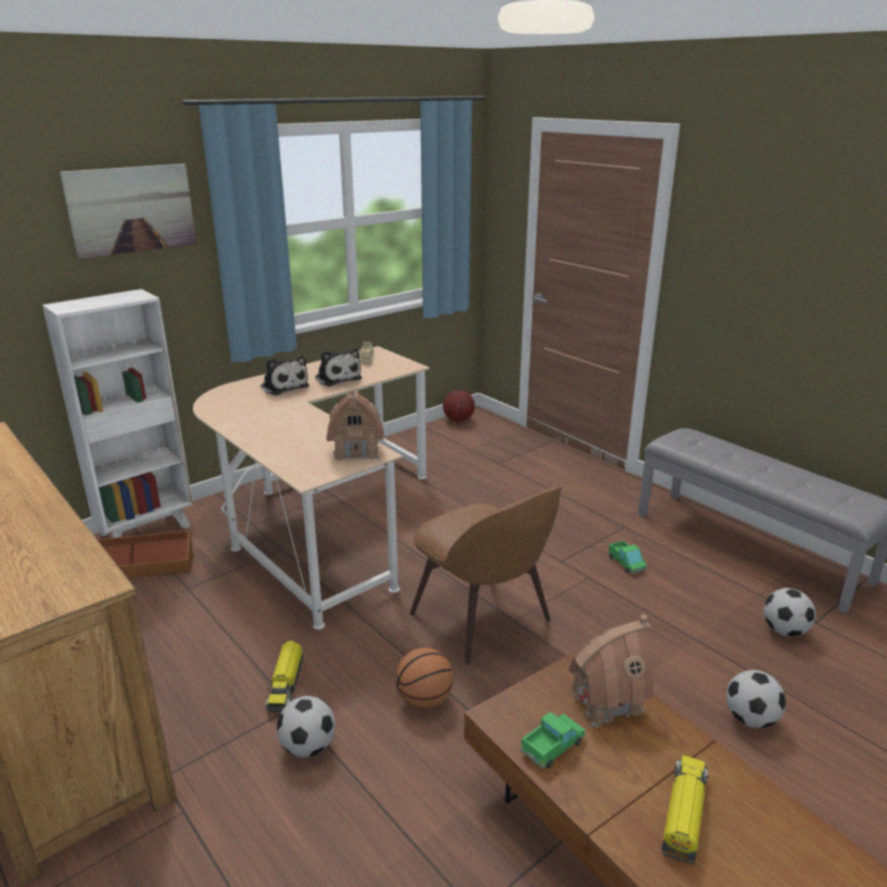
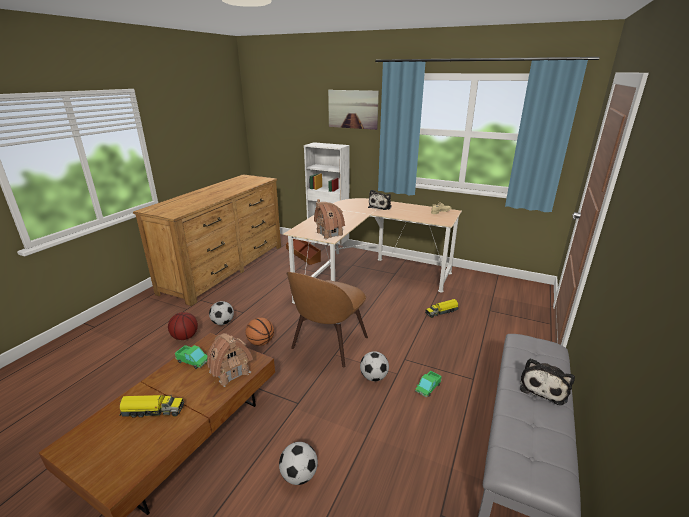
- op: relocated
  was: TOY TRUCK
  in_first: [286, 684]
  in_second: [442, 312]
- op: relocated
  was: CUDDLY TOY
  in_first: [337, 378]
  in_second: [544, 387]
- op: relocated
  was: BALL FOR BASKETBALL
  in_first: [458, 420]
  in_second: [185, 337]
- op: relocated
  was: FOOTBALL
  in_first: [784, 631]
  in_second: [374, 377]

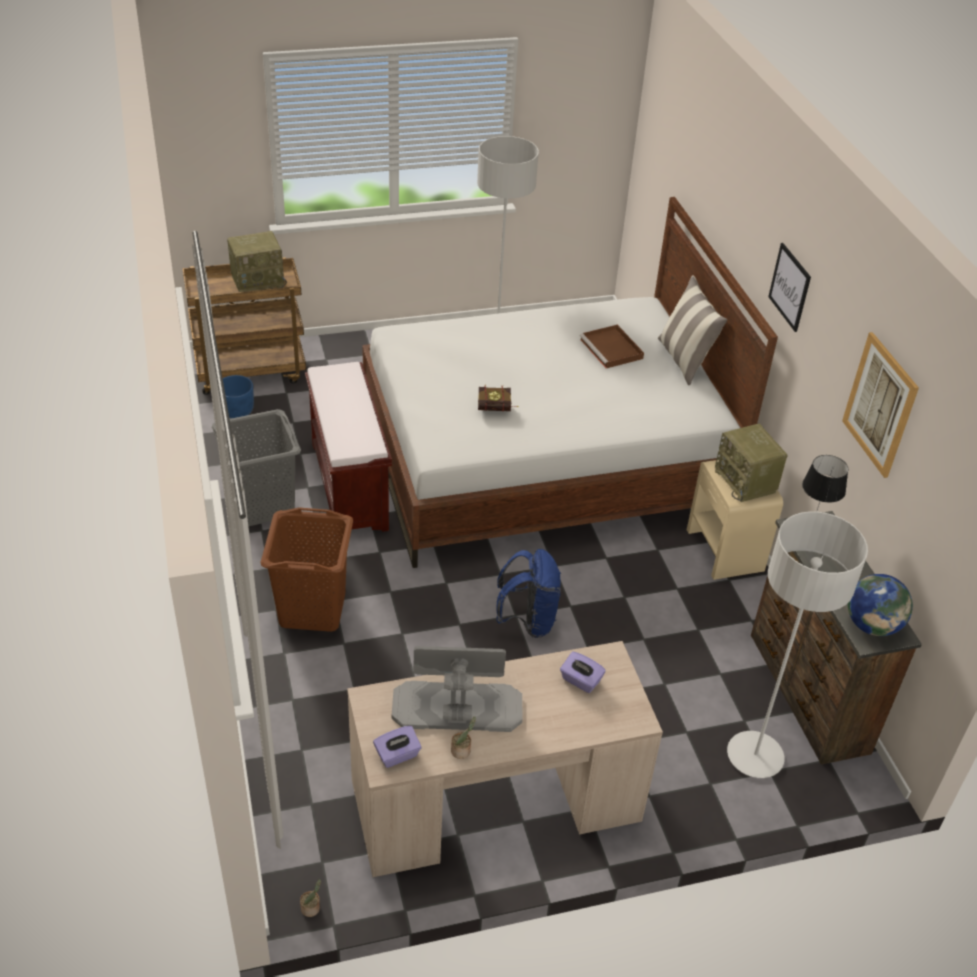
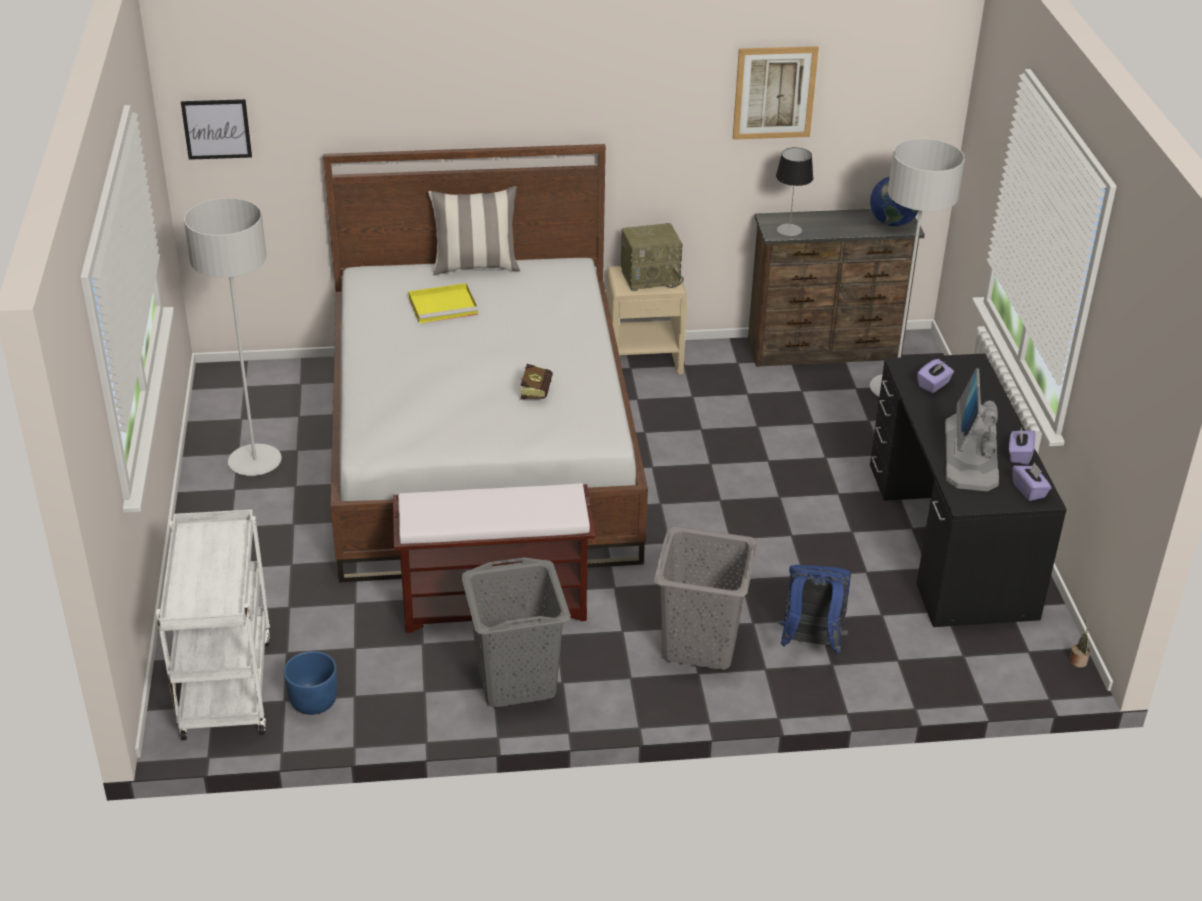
- op: colour
  was: BROWNISH TROLLEY
  now: WHITE TROLLEY
  in_first: [251, 372]
  in_second: [225, 686]
- op: missing
  was: RADIO
  in_first: [258, 281]
- op: colour
  was: BROWNISH LAUNDRY BASKET
  now: GREY LAUNDRY BASKET
  in_first: [313, 608]
  in_second: [699, 643]
- op: colour
  was: SAND-COLOURED DESK UNIT
  now: BLACKISH DESK UNIT
  in_first: [494, 799]
  in_second: [949, 538]
- op: exchanged
  was: HOUSEPLANT
  now: PURPLE BOX OF TISSUES
  in_first: [462, 751]
  in_second: [1019, 455]
- op: relocated
  was: BLUE-COLOURED KNAPSACK
  in_first: [528, 621]
  in_second: [810, 644]
- op: colour
  was: BROWNISH CARRYING TRAY
  now: YELLOWISH CARRYING TRAY
  in_first: [612, 349]
  in_second: [444, 306]
- op: relocated
  was: WALL PICTURE
  in_first: [790, 287]
  in_second: [216, 129]

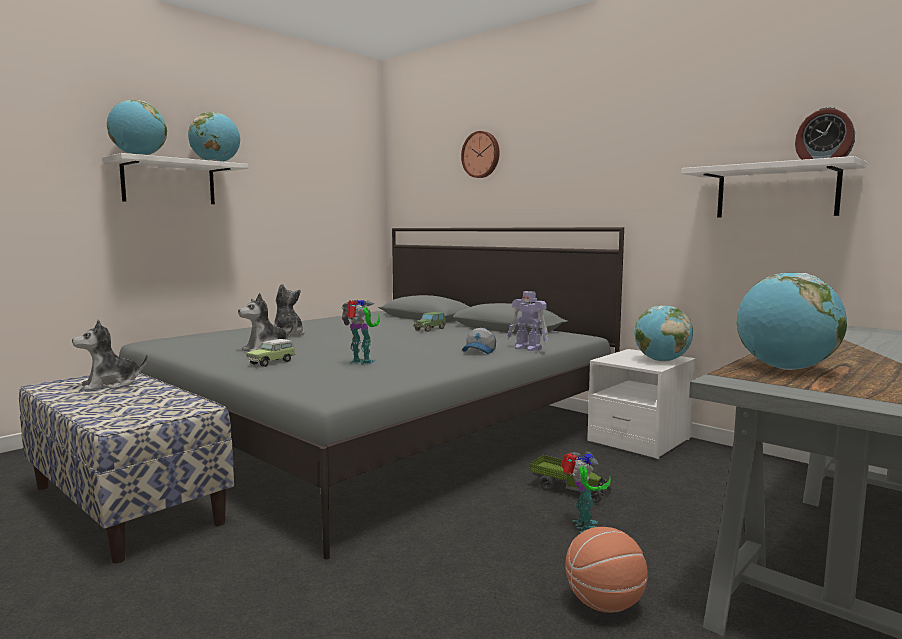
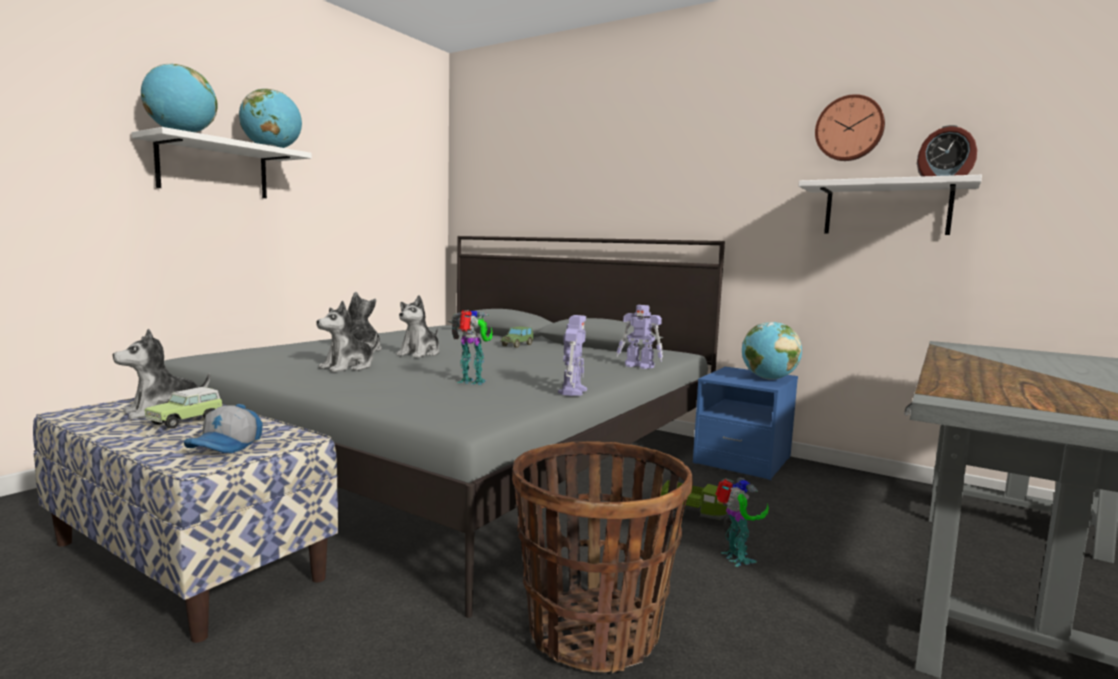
- op: relocated
  was: MODEL CAR
  in_first: [272, 362]
  in_second: [188, 420]
- op: relocated
  was: CLOCK ON THE WALL
  in_first: [481, 154]
  in_second: [849, 129]
- op: relocated
  was: BASEBALL CAP
  in_first: [480, 351]
  in_second: [226, 446]
- op: missing
  was: BALL FOR BASKETBALL
  in_first: [604, 604]
- op: colour
  was: WHITE NIGHT TABLE
  now: BLUE-COLOURED NIGHT TABLE
  in_first: [639, 440]
  in_second: [742, 461]
- op: missing
  was: GLOBE
  in_first: [785, 369]
- op: appeared
  now: CUDDLY TOY
  in_second: [420, 354]
- op: appeared
  now: STORAGE BASKET
  in_second: [593, 630]
- op: appeared
  now: MODEL ROBOT
  in_second: [573, 391]

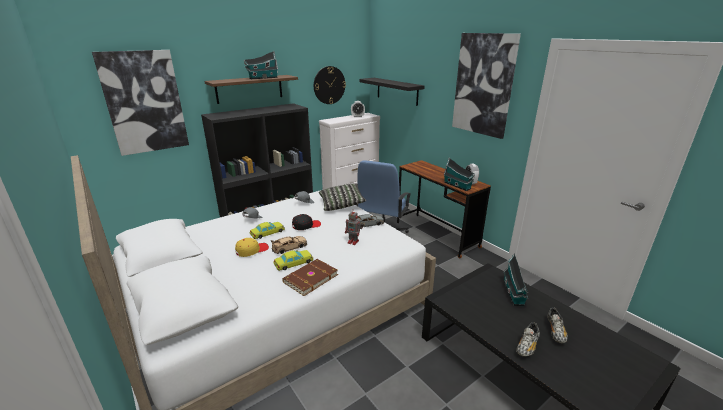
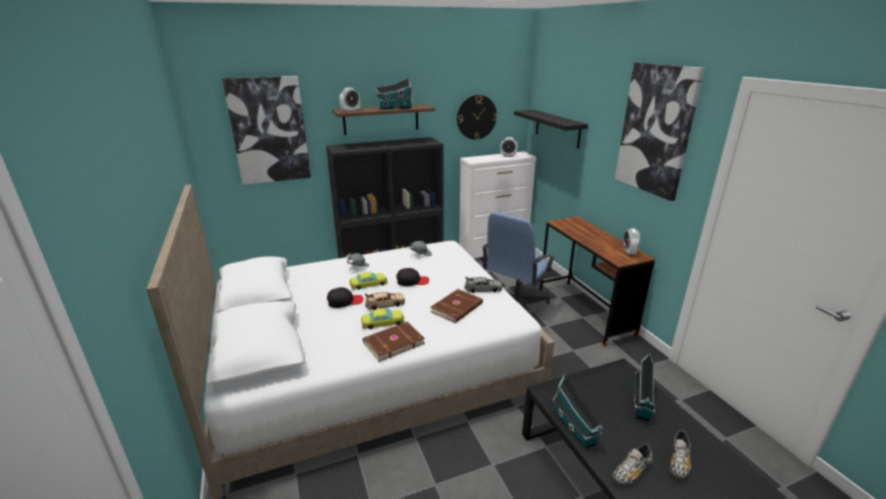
- op: colour
  was: YELLOWISH BASEBALL CAP
  now: BLACKISH BASEBALL CAP
  in_first: [252, 250]
  in_second: [345, 302]
- op: missing
  was: PILLOW
  in_first: [341, 204]
- op: exchanged
  was: MODEL ROBOT
  now: BROWNISH BOUND BOOK
  in_first: [353, 242]
  in_second: [457, 308]
- op: relocated
  was: MODEL HOUSE
  in_first: [458, 186]
  in_second: [575, 428]
- op: appeared
  now: ALARM CLOCK
  in_second: [350, 111]

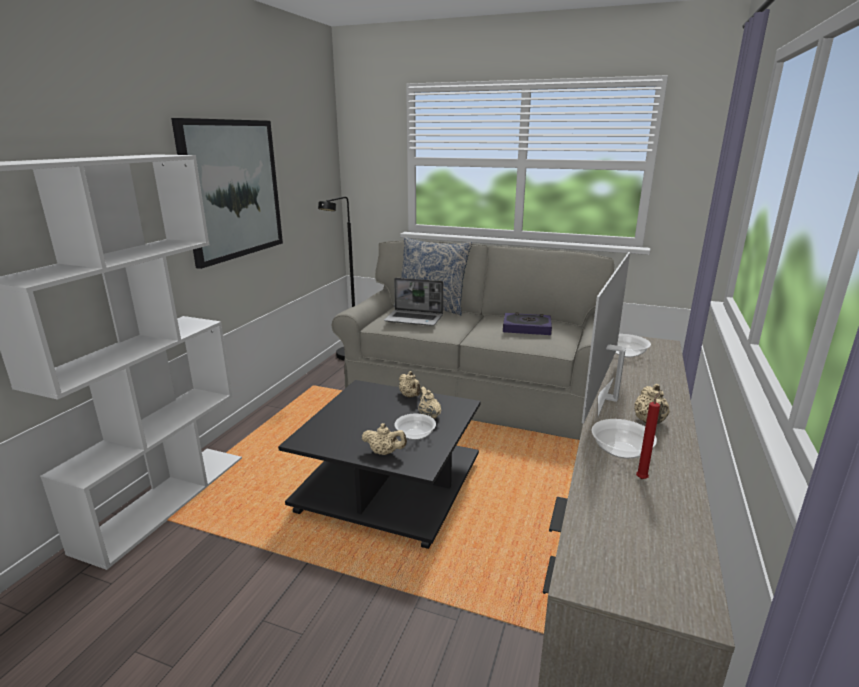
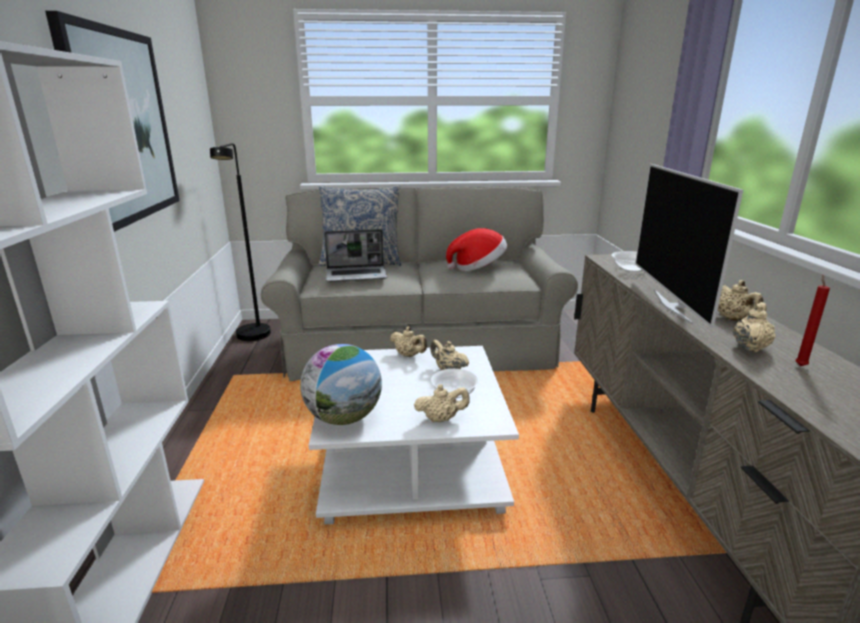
- op: colour
  was: BLACKISH COFFEE TABLE
  now: WHITE COFFEE TABLE
  in_first: [391, 486]
  in_second: [413, 461]
- op: exchanged
  was: BOUND BOOK
  now: CLOTHING HAT
  in_first: [526, 328]
  in_second: [478, 268]
- op: exchanged
  was: DEEP DISH
  now: SAND-COLOURED POT FOR TEA
  in_first: [621, 450]
  in_second: [750, 347]
- op: appeared
  now: GLOBE
  in_second: [344, 418]

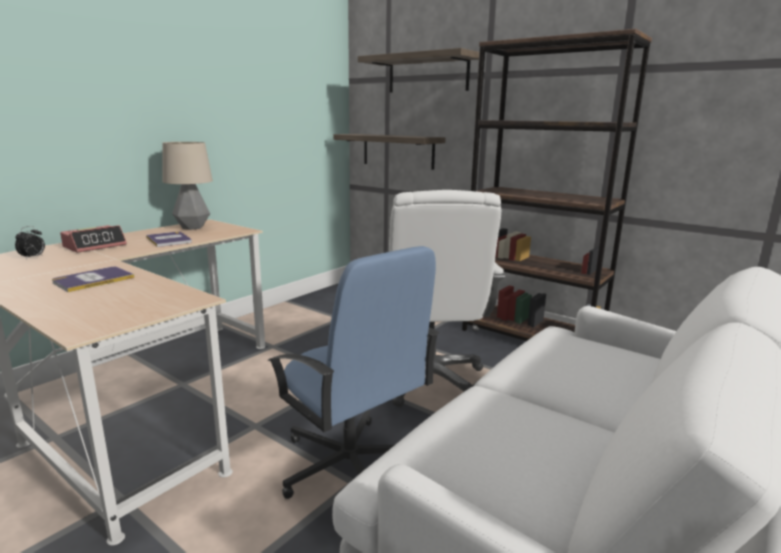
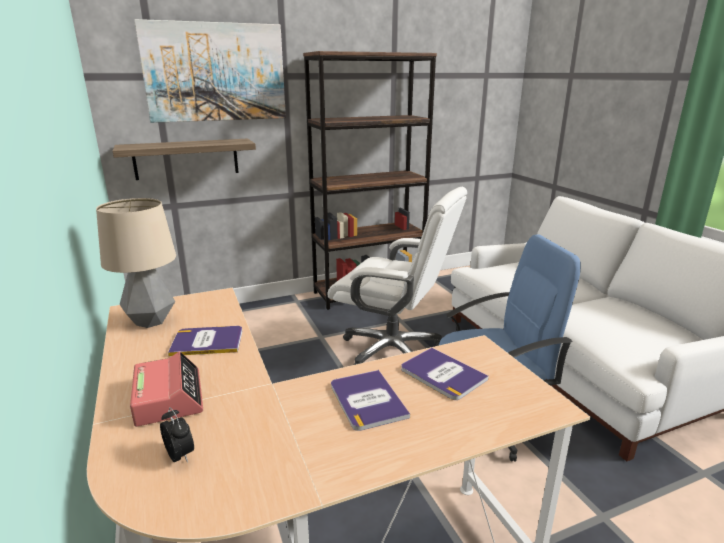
- op: exchanged
  was: SHELF
  now: WALL PICTURE
  in_first: [428, 74]
  in_second: [215, 72]
- op: appeared
  now: BOUND BOOK
  in_second: [442, 374]

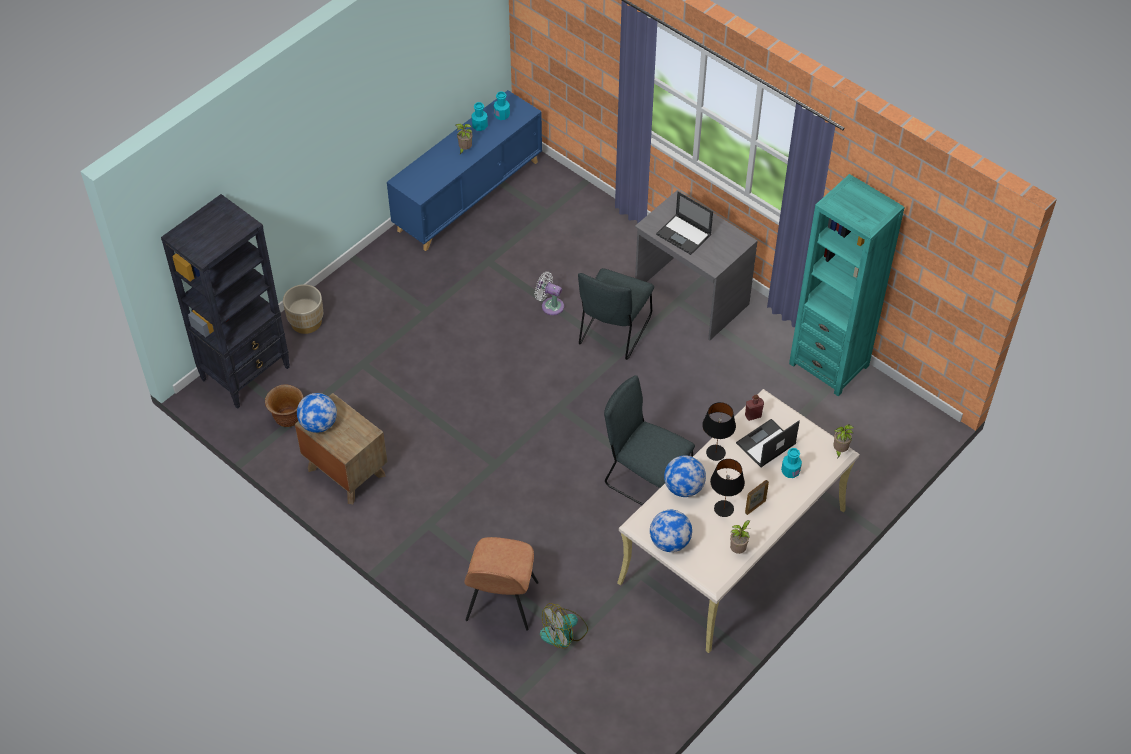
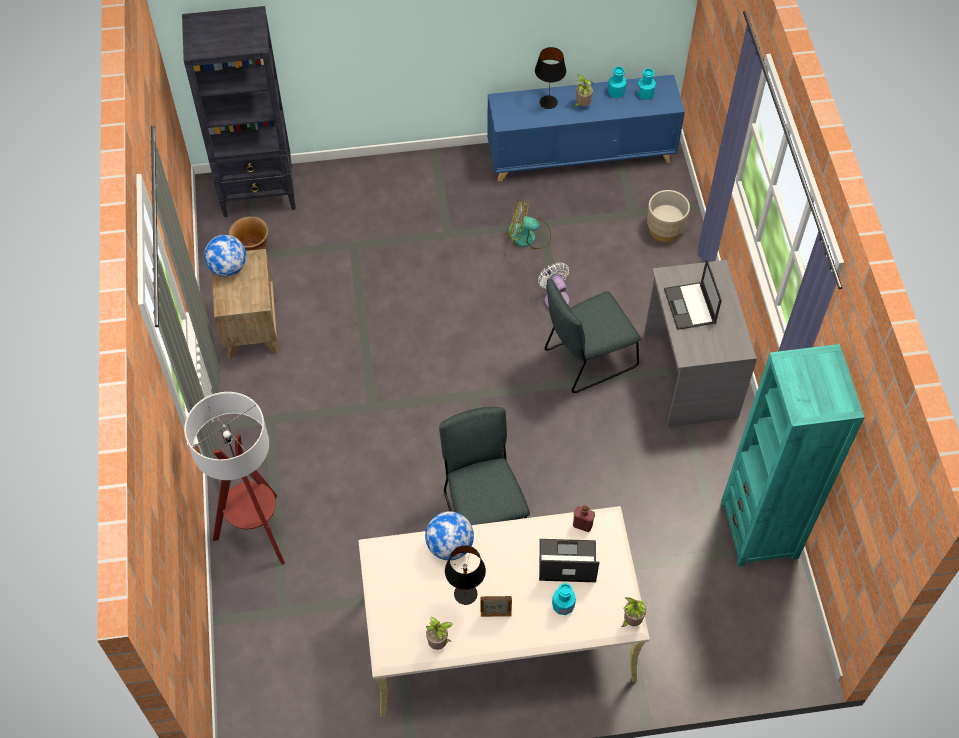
- op: relocated
  was: SAND-COLOURED PLANTER
  in_first: [306, 322]
  in_second: [664, 230]
- op: exchanged
  was: BROWNISH PLAIN CHAIR
  now: FLOOR LAMP
  in_first: [501, 603]
  in_second: [257, 532]
- op: relocated
  was: COOLING FAN
  in_first: [564, 632]
  in_second: [528, 236]
- op: missing
  was: GLOBE
  in_first: [669, 542]
- op: relocated
  was: BLACKISH TABLETOP LAMP
  in_first: [715, 452]
  in_second: [548, 102]

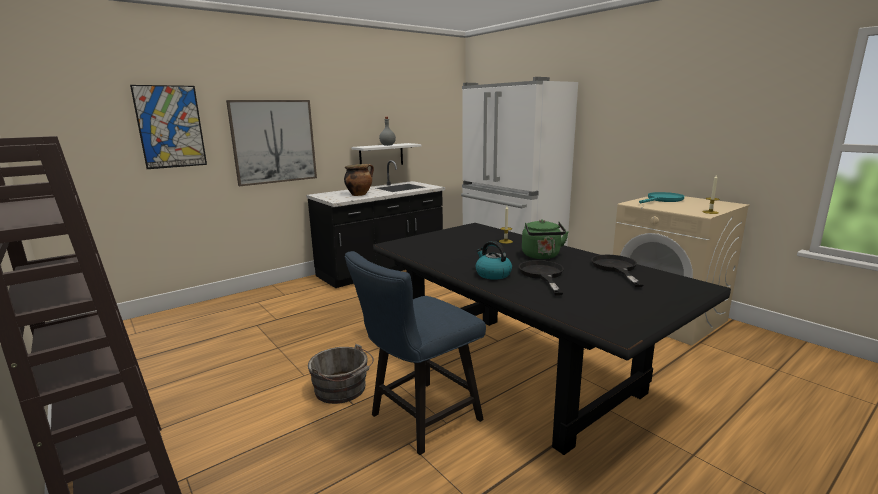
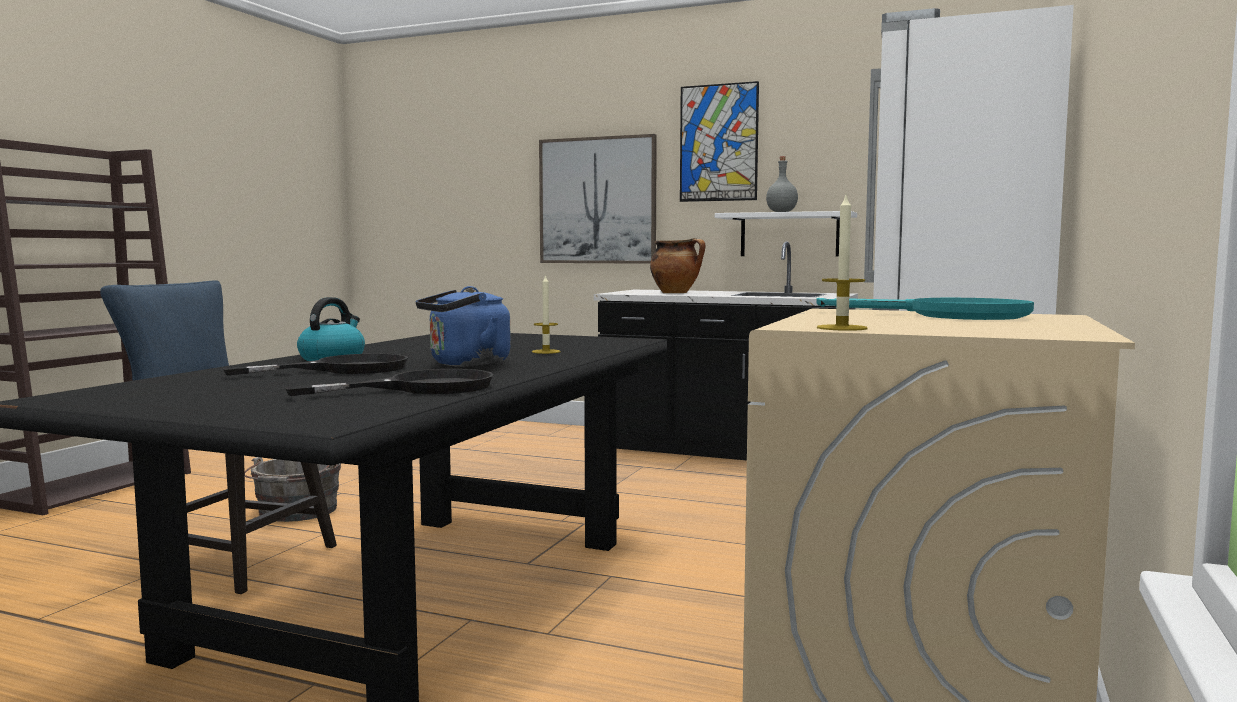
- op: relocated
  was: WALL PICTURE
  in_first: [170, 127]
  in_second: [718, 143]
- op: colour
  was: GREEN KETTLE
  now: BLUE-COLOURED KETTLE
  in_first: [542, 256]
  in_second: [465, 364]

